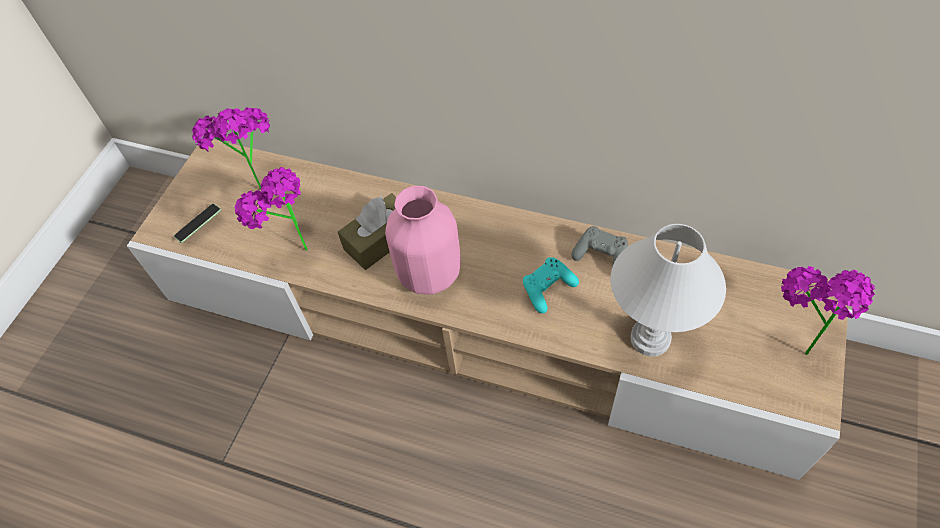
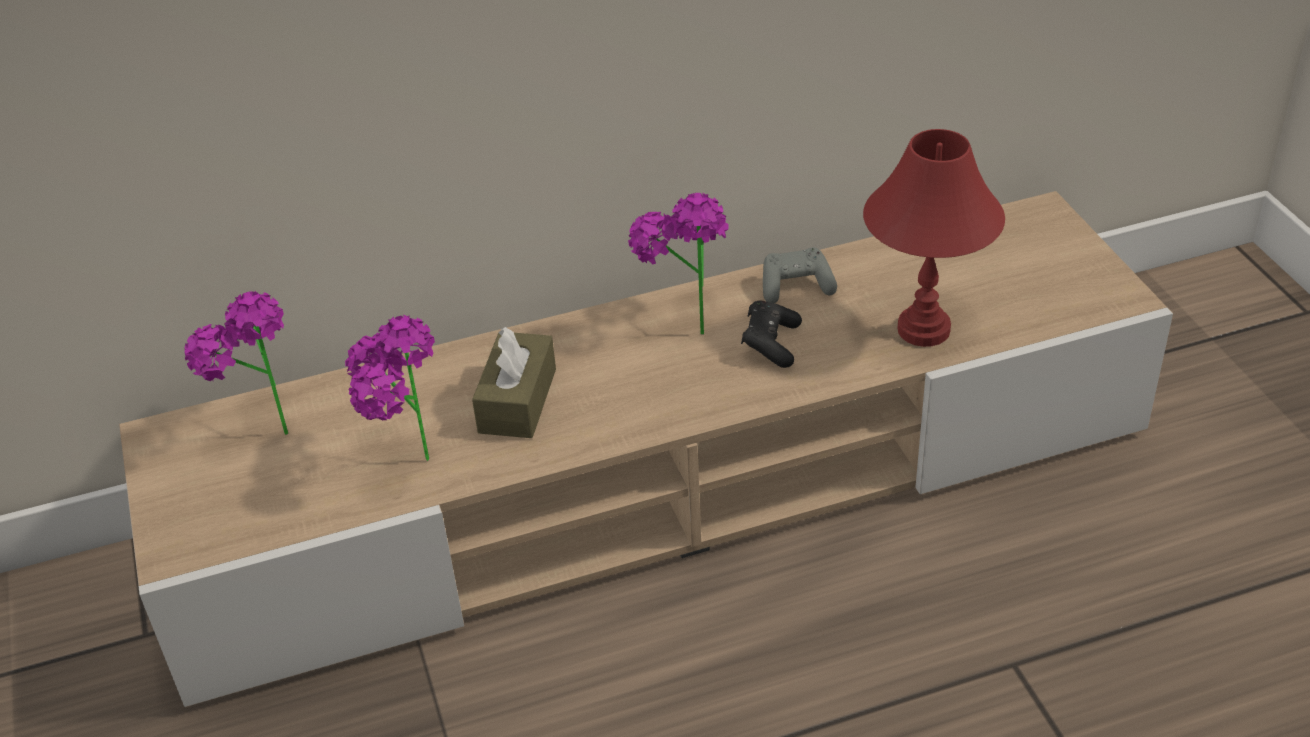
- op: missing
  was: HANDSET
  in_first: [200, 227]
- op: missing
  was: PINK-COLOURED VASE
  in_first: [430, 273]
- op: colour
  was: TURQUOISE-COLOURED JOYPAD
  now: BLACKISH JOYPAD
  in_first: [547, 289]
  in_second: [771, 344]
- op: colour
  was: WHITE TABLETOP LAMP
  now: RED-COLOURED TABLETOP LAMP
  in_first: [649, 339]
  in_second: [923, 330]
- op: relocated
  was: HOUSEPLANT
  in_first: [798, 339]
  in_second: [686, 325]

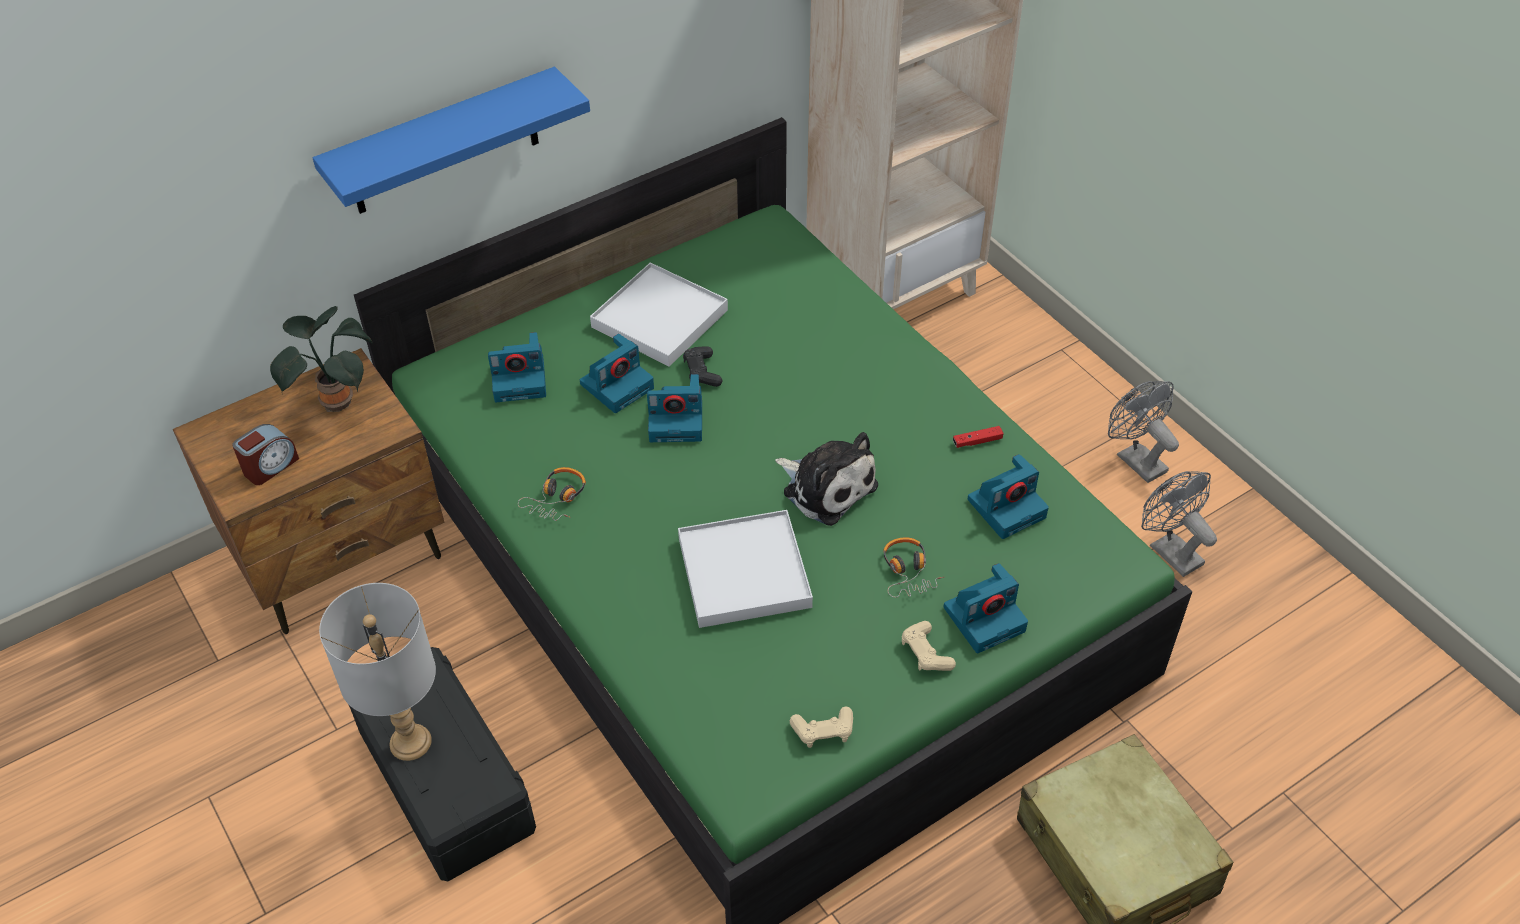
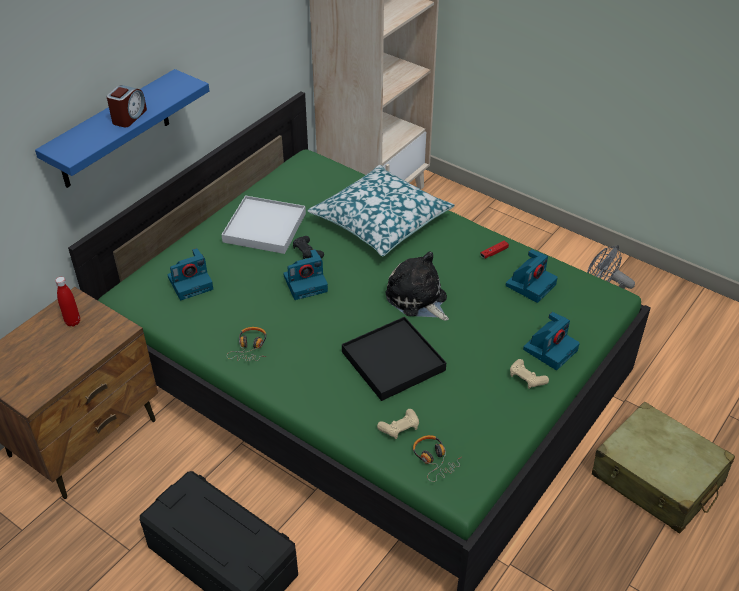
- op: relocated
  was: ALARM CLOCK
  in_first: [270, 466]
  in_second: [129, 117]
- op: exchanged
  was: HOUSEPLANT
  now: RED-COLOURED BEVERAGE BOTTLE
  in_first: [337, 400]
  in_second: [73, 322]
- op: missing
  was: GREY TABLETOP LAMP
  in_first: [411, 741]
- op: missing
  was: STILL CAMERA
  in_first: [617, 385]
- op: colour
  was: WHITE CARRYING TRAY
  now: BLACKISH CARRYING TRAY
  in_first: [744, 572]
  in_second: [393, 361]
- op: spun
  was: CUDDLY TOY
  in_first: [826, 486]
  in_second: [418, 299]
  clockwise: -150
- op: relocated
  was: SAND-COLOURED JOYPAD
  in_first: [823, 731]
  in_second: [399, 428]
- op: relocated
  was: HEADPHONES
  in_first: [908, 572]
  in_second: [434, 460]
- op: missing
  was: GREY COOLING FAN
  in_first: [1135, 459]
- op: appeared
  now: PILLOW
  in_second: [380, 221]

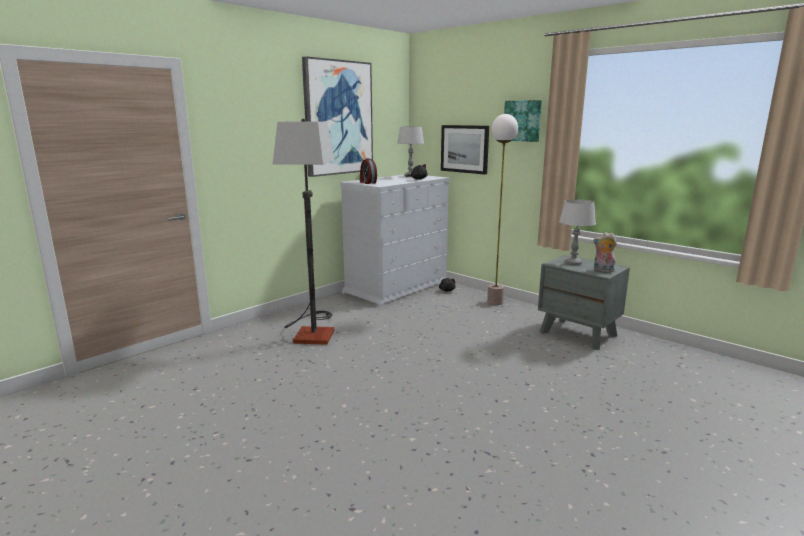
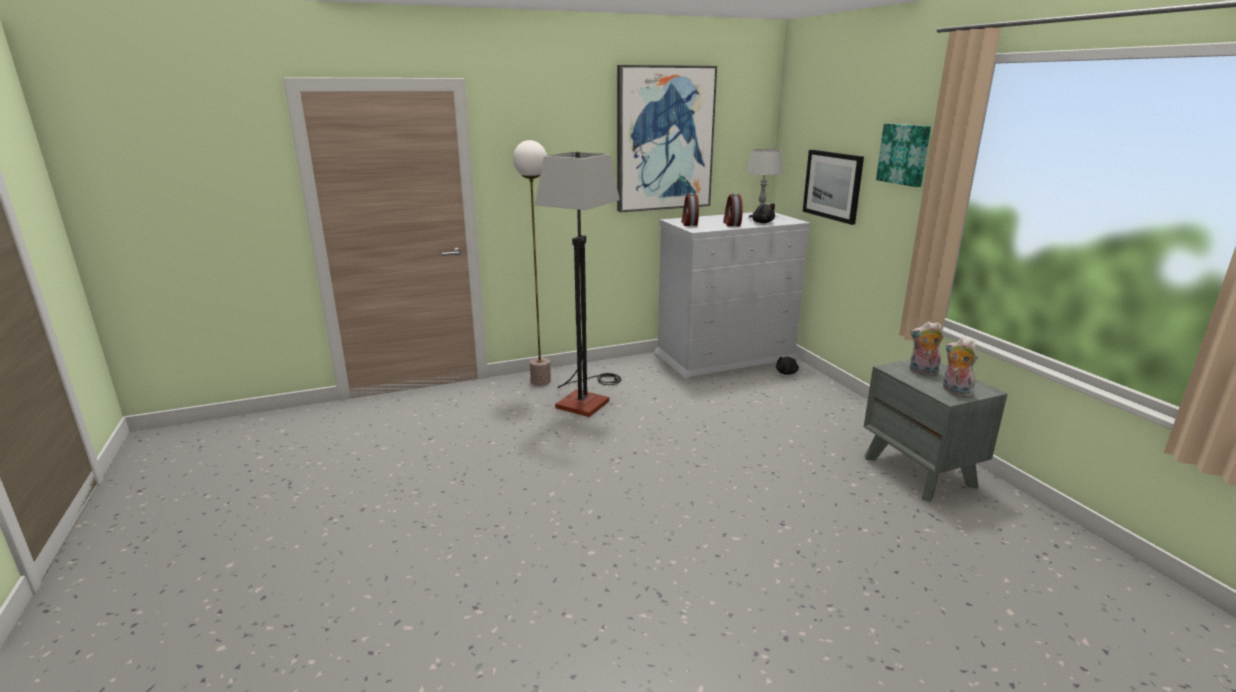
- op: relocated
  was: FLOOR LAMP
  in_first: [495, 302]
  in_second: [541, 381]
- op: exchanged
  was: GREY TABLETOP LAMP
  now: CUDDLY TOY
  in_first: [573, 263]
  in_second: [922, 372]
- op: appeared
  now: ALARM CLOCK
  in_second: [731, 224]

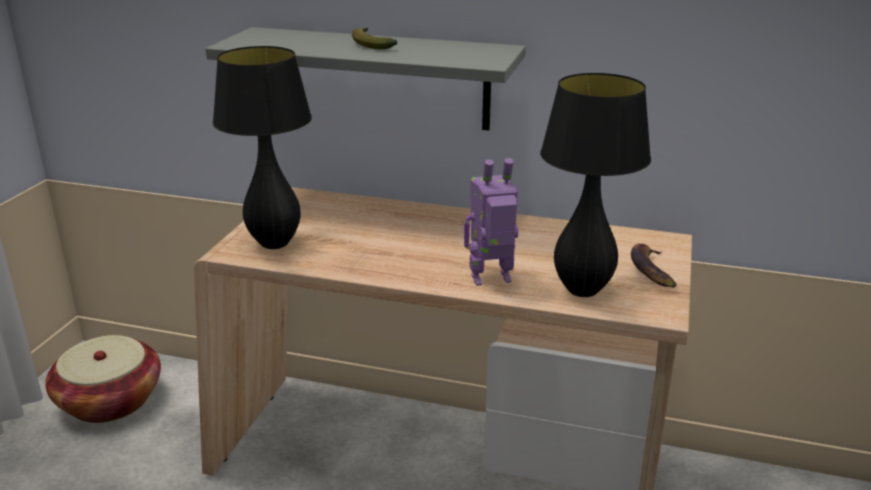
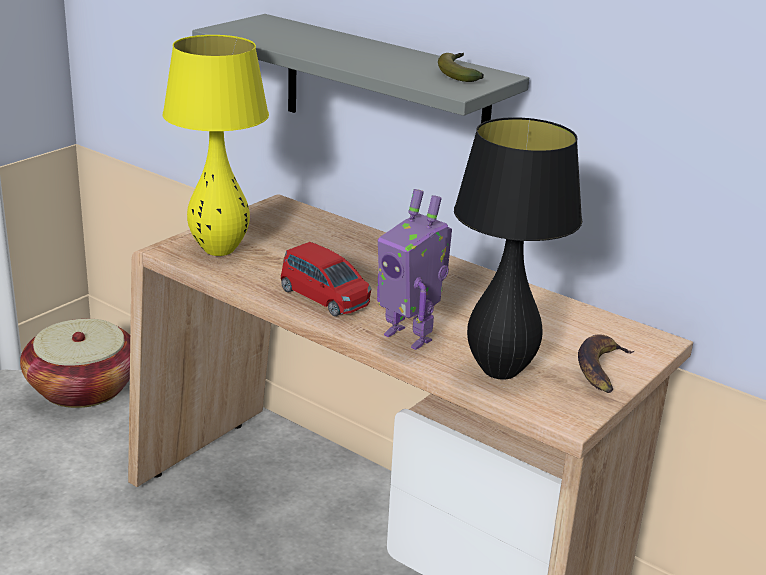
- op: colour
  was: BLACKISH TABLETOP LAMP
  now: YELLOWISH TABLETOP LAMP
  in_first: [275, 244]
  in_second: [219, 250]
- op: relocated
  was: BANANA FRUIT
  in_first: [371, 44]
  in_second: [458, 73]
- op: spun
  was: MODEL ROBOT
  in_first: [491, 279]
  in_second: [409, 336]
  clockwise: -150
- op: appeared
  now: RED-COLOURED MODEL CAR
  in_second: [325, 297]

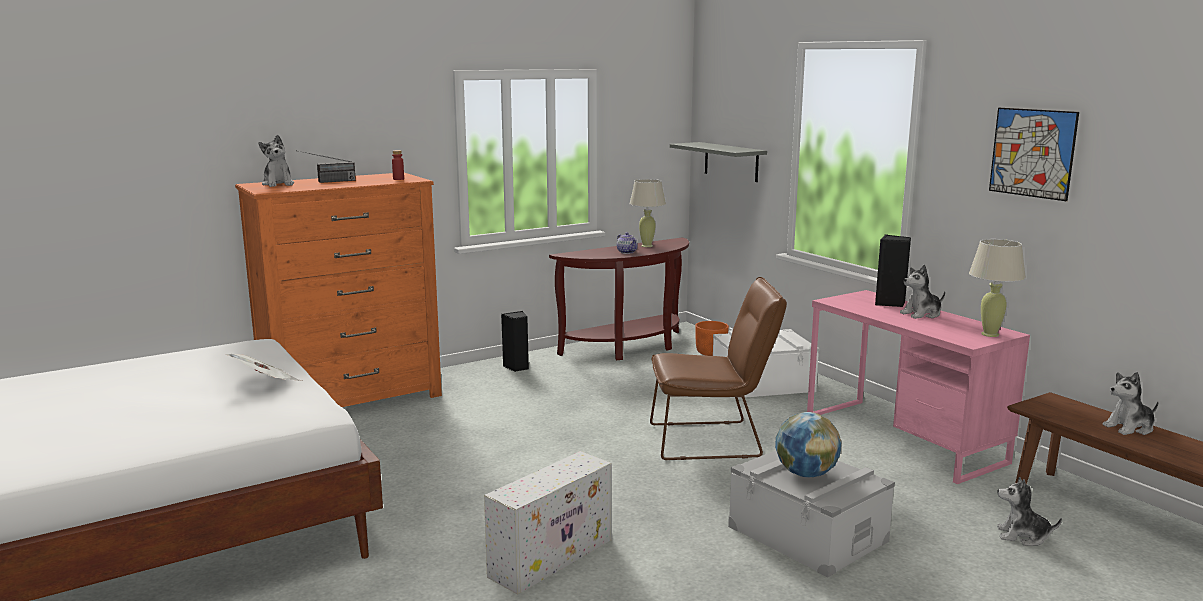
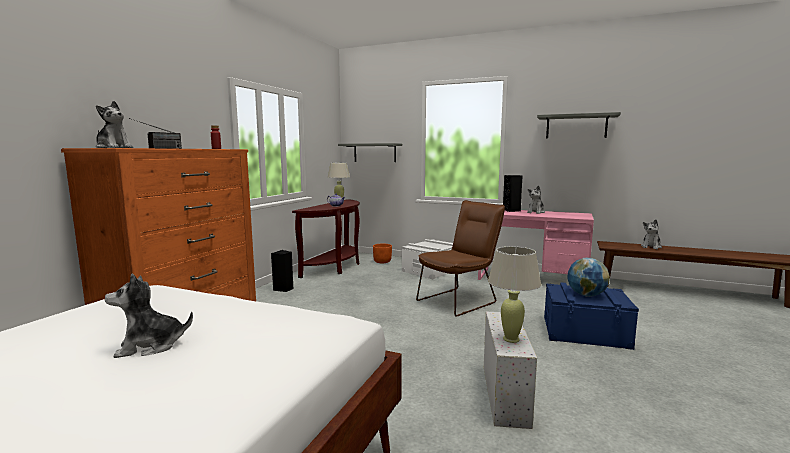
- op: missing
  was: PRINTED PAPER
  in_first: [266, 384]
- op: colour
  was: GREY STORAGE BOX
  now: BLUE-COLOURED STORAGE BOX
  in_first: [807, 534]
  in_second: [585, 332]
- op: relocated
  was: SAND-COLOURED TABLETOP LAMP
  in_first: [990, 334]
  in_second: [511, 339]
- op: exchanged
  was: WALL PICTURE
  now: GREY SHELF
  in_first: [1032, 153]
  in_second: [576, 126]
- op: relocated
  was: CUDDLY TOY
  in_first: [1022, 536]
  in_second: [150, 347]

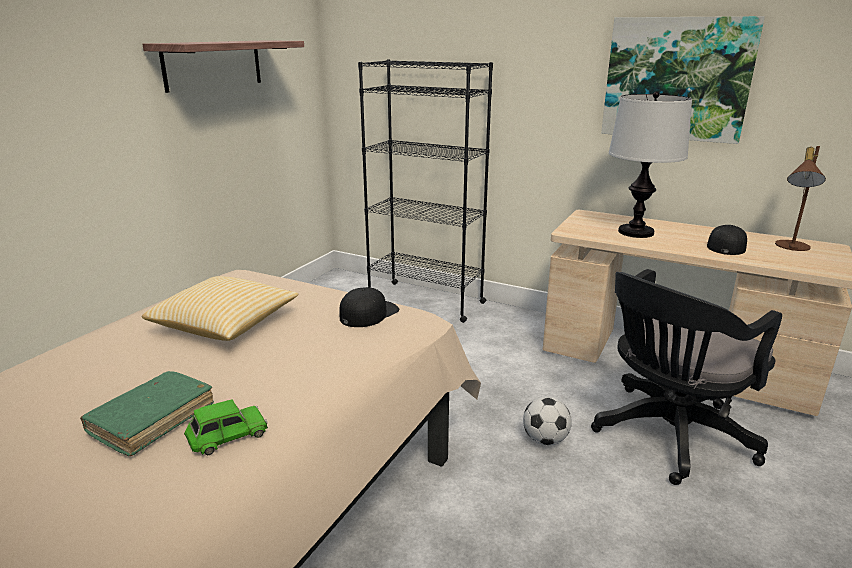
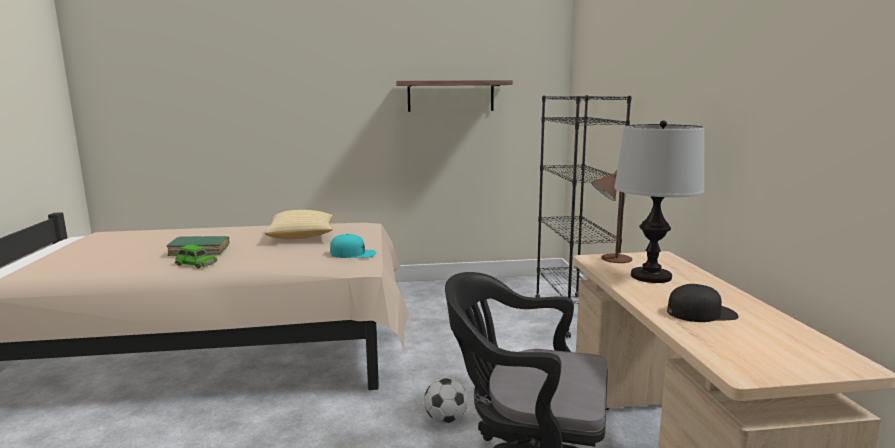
- op: colour
  was: BLACKISH BASEBALL CAP
  now: TURQUOISE-COLOURED BASEBALL CAP
  in_first: [368, 313]
  in_second: [353, 253]
- op: missing
  was: WALL PICTURE
  in_first: [676, 79]
- op: relocated
  was: BROWNISH TABLETOP LAMP
  in_first: [790, 247]
  in_second: [609, 258]

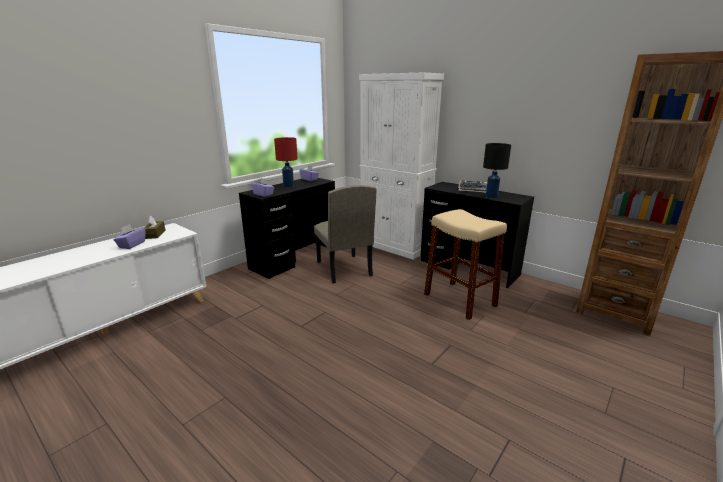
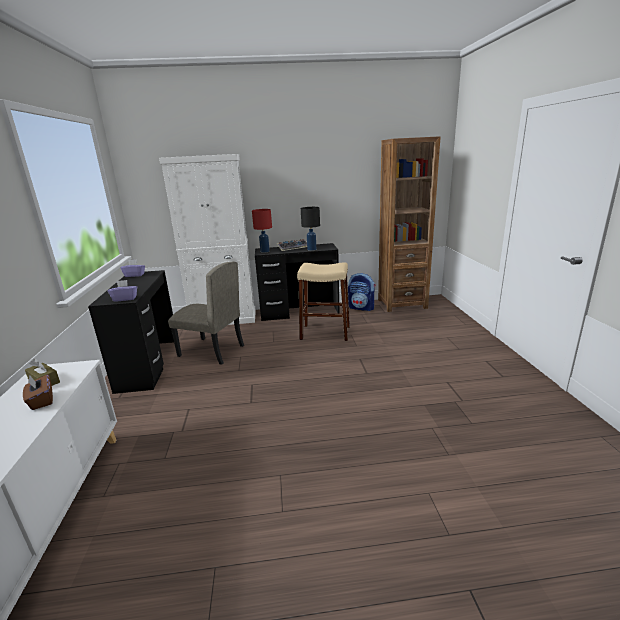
- op: colour
  was: PURPLE BOX OF TISSUES
  now: BROWNISH BOX OF TISSUES
  in_first: [132, 245]
  in_second: [41, 401]
- op: relocated
  was: RED-COLOURED TABLETOP LAMP
  in_first: [288, 186]
  in_second: [264, 251]
- op: appeared
  now: KNAPSACK
  in_second: [361, 308]

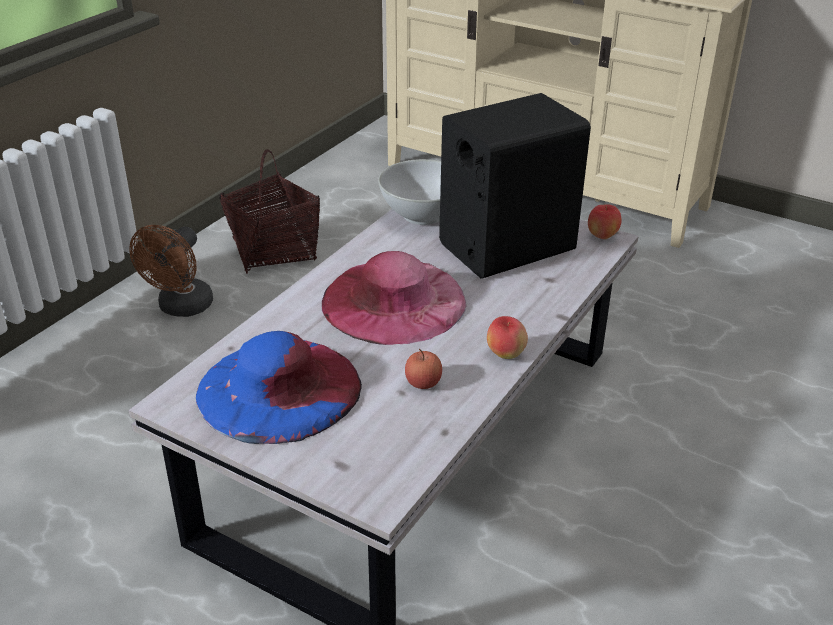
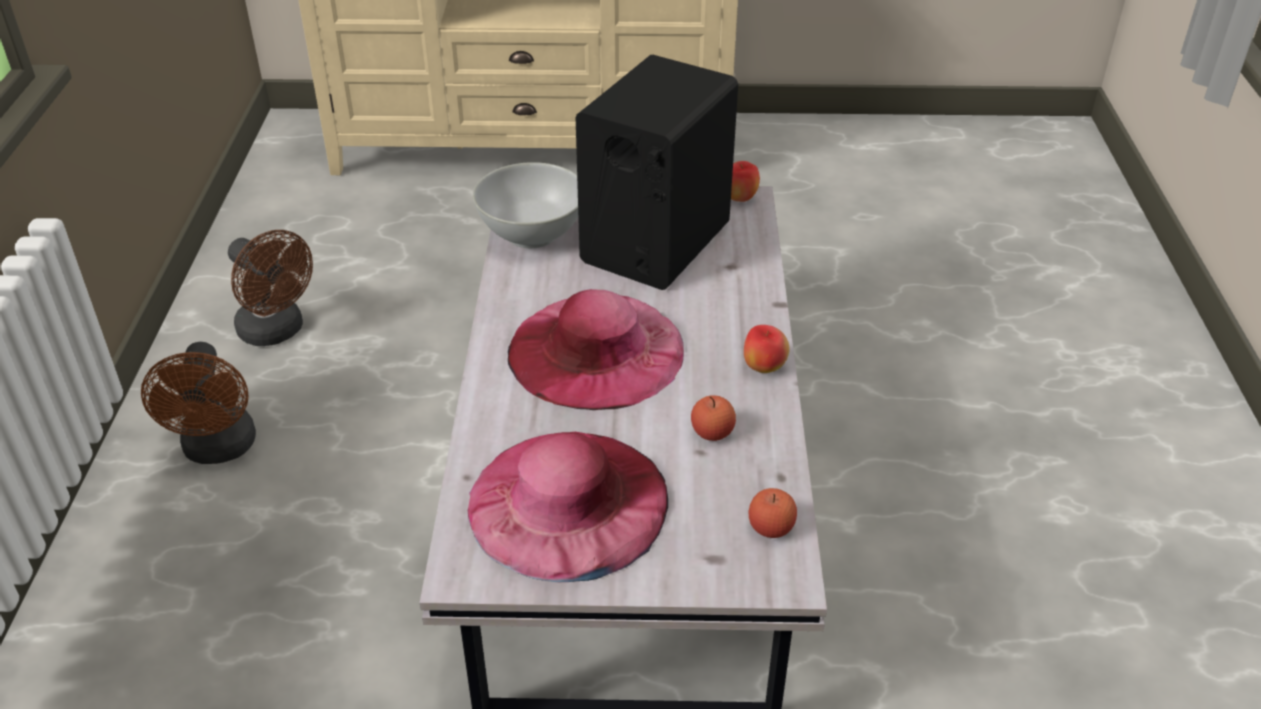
- op: colour
  was: BLUE-COLOURED CLOTHING HAT
  now: PINK-COLOURED CLOTHING HAT
  in_first: [279, 388]
  in_second: [568, 502]
- op: exchanged
  was: STORAGE BASKET
  now: BROWNISH COOLING FAN
  in_first: [274, 250]
  in_second: [277, 332]
- op: appeared
  now: WHOLE APPLE
  in_second: [771, 528]

